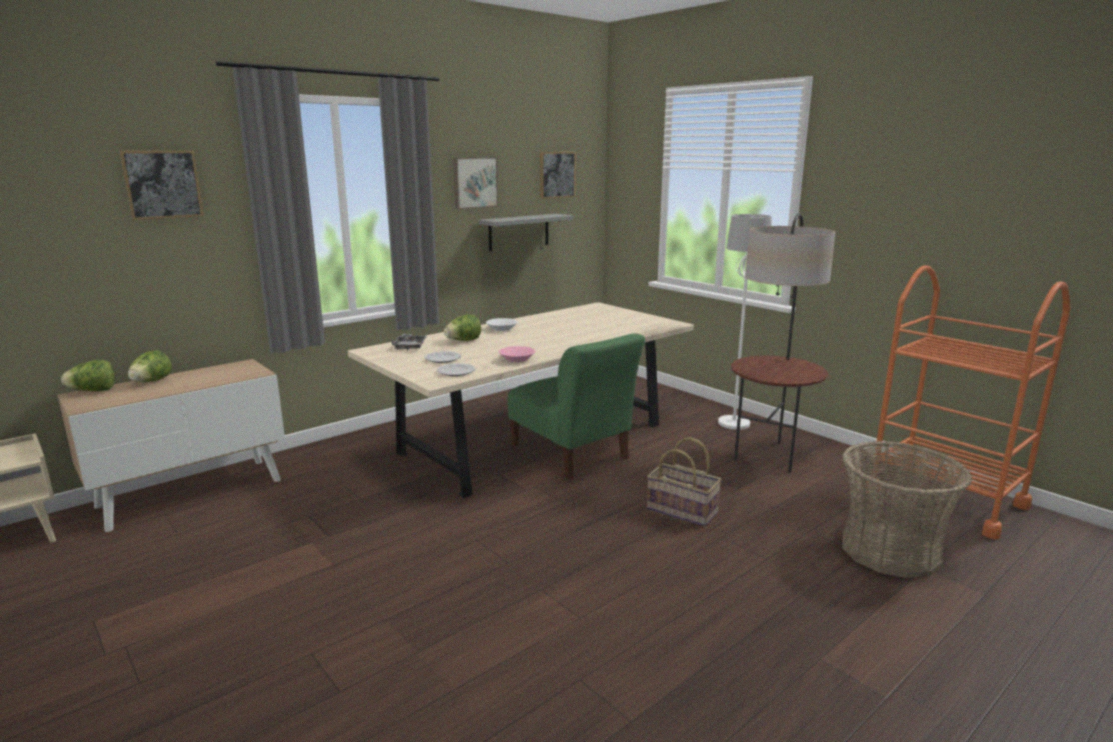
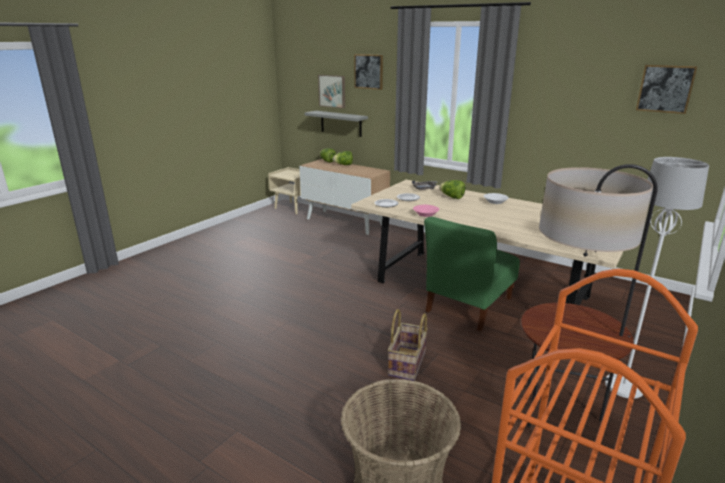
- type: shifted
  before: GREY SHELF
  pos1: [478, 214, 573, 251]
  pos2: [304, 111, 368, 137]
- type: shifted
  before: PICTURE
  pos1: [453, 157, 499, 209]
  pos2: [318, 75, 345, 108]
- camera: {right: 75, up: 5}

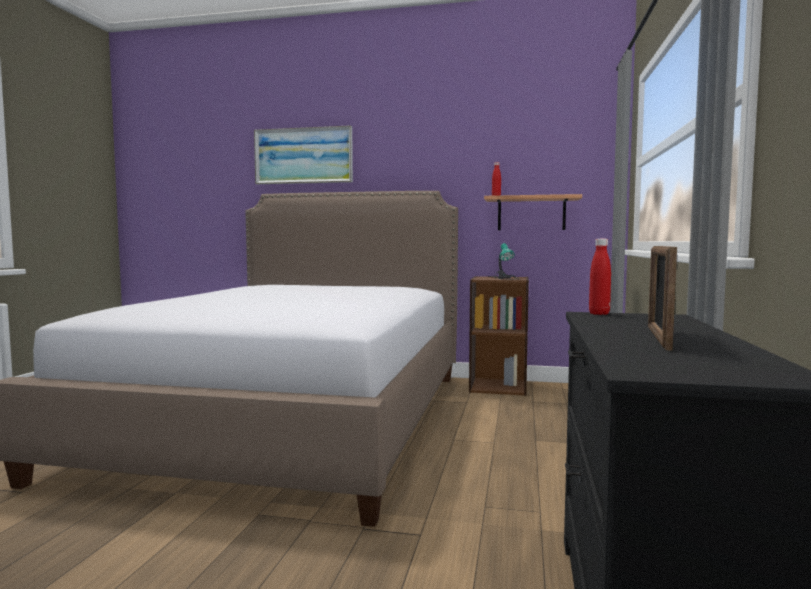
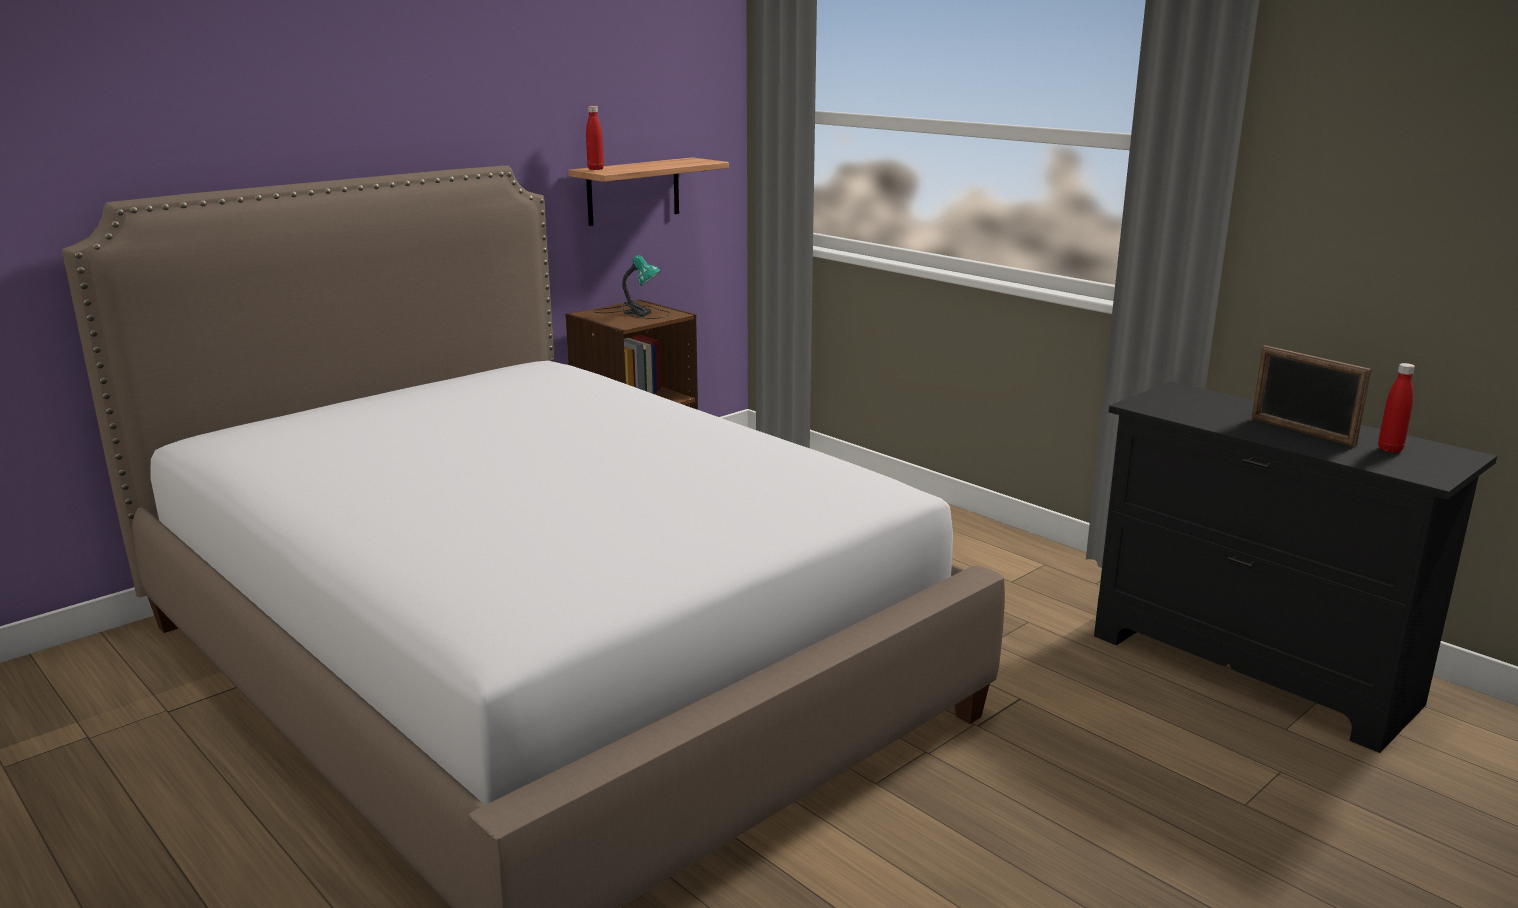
- type: shifted
  before: RED BOTTLE
  pos1: [589, 239, 611, 315]
  pos2: [1378, 363, 1415, 453]
- type: gone
  before: PICTURE
  pos1: [254, 125, 353, 184]
- camera: {right: -55, up: 15}

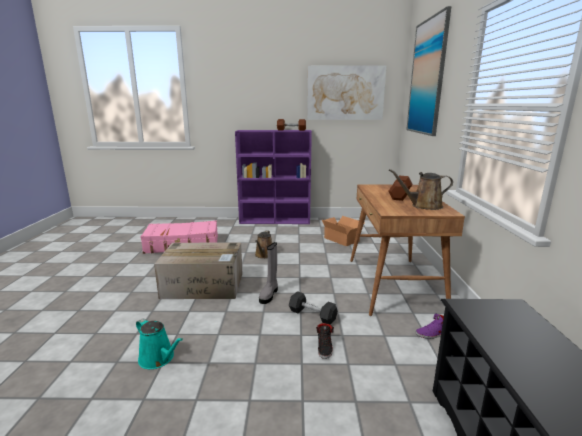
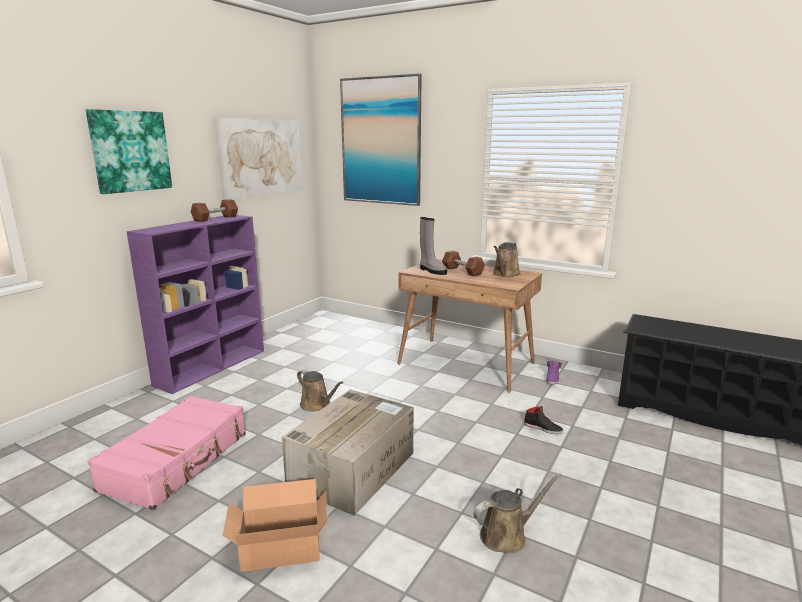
- type: new
  after: PICTURE
  pos2: [86, 109, 172, 194]
- type: shifted
  before: CARDBOARD BOX
  pos1: [322, 216, 365, 246]
  pos2: [223, 479, 328, 572]
- type: shifted
  before: GREY BOOT
  pos1: [259, 242, 278, 304]
  pos2: [420, 217, 447, 275]
- type: repainted
  before: TURQUOISE WATERING CAN
  after: BROWN WATERING CAN
  pos1: [136, 318, 183, 369]
  pos2: [473, 473, 561, 554]
- type: gone
  before: GREY DUMBBELL
  pos1: [289, 291, 338, 324]
- camera: {right: -60, up: 0}

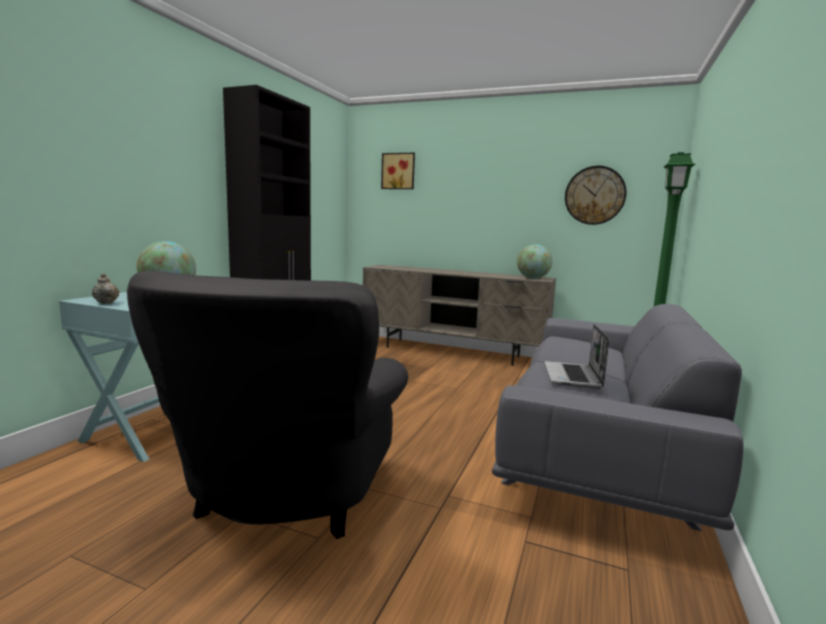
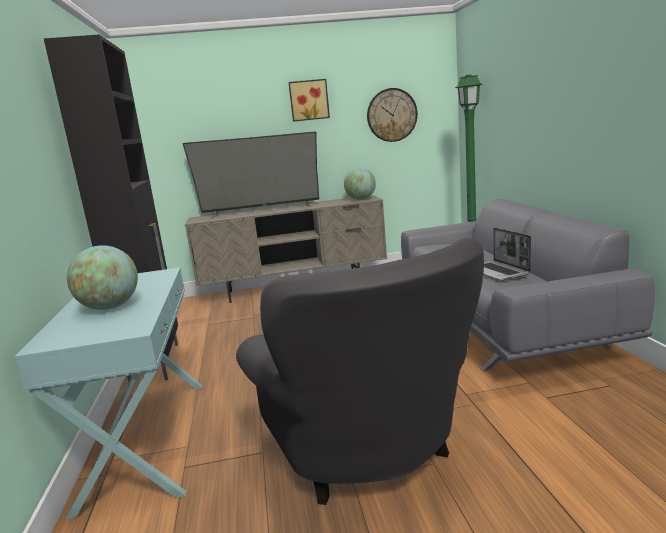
- type: new
  after: TELEVISION
  pos2: [183, 131, 319, 218]
- type: shifted
  before: PICTURE
  pos1: [381, 153, 415, 189]
  pos2: [288, 79, 330, 122]
- type: gone
  before: BEIGE TEAPOT
  pos1: [92, 273, 120, 304]
- camera: {right: -30, up: 5}

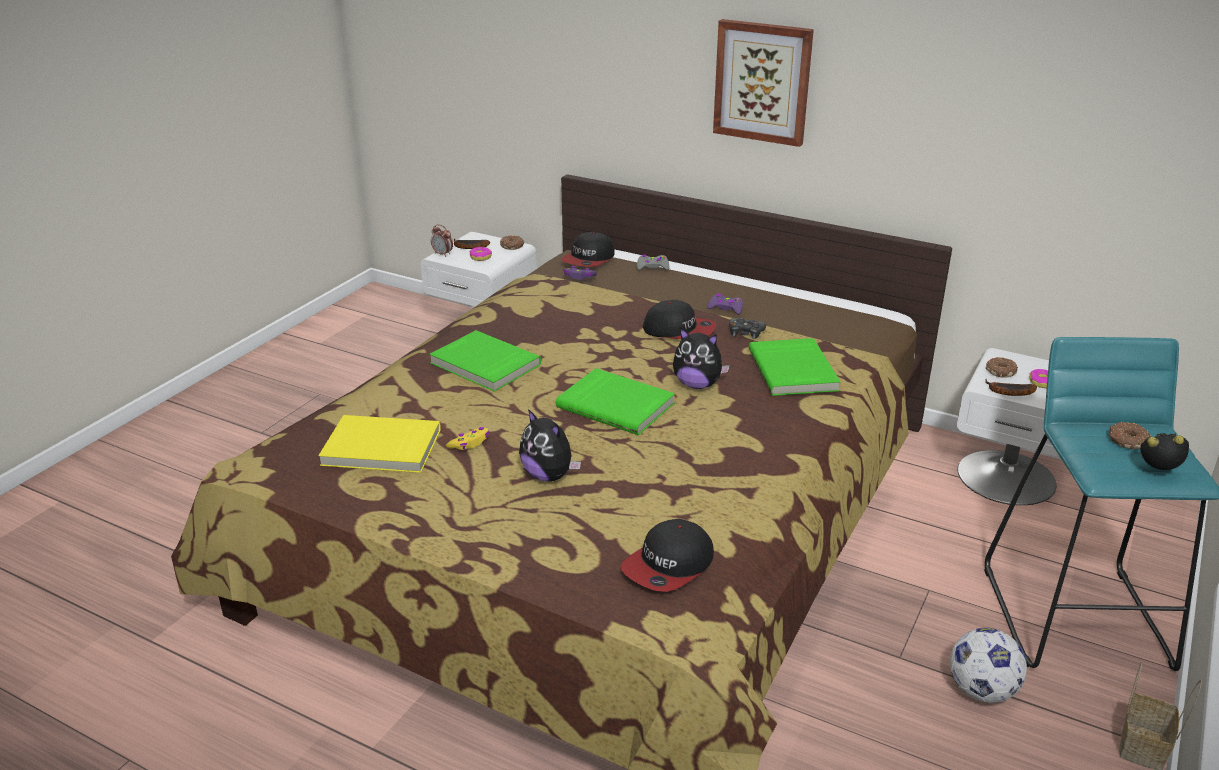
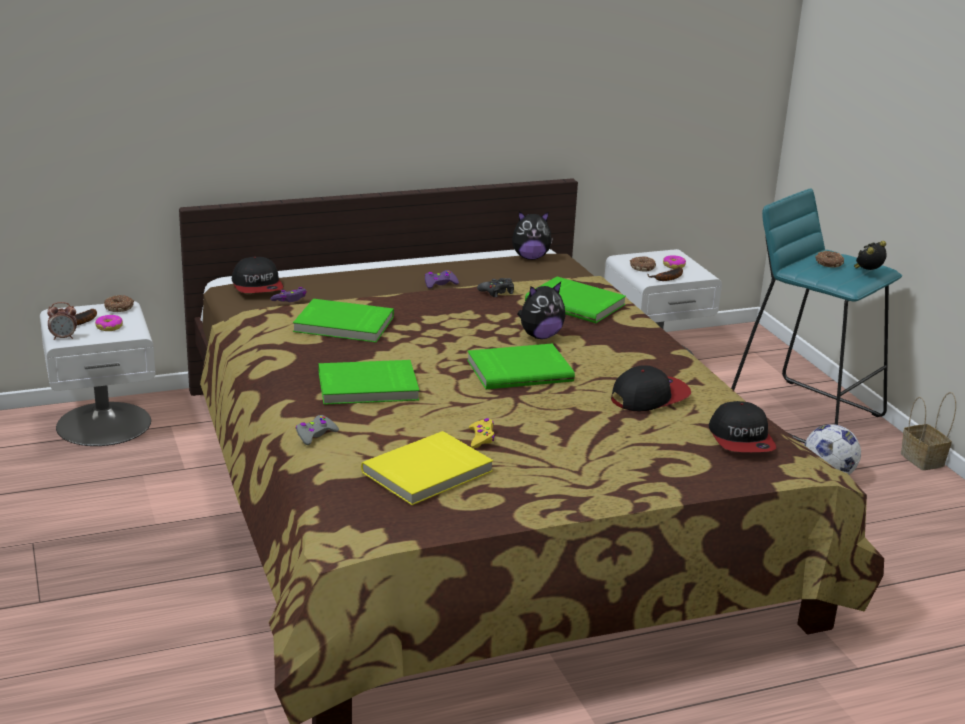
- type: new
  after: GREEN BOOK
  pos2: [293, 299, 394, 342]
- type: shifted
  before: GREY GAME CONTROLLER
  pos1: [637, 255, 669, 270]
  pos2: [296, 415, 339, 445]
- type: shifted
  before: PLUSH TOY
  pos1: [519, 409, 581, 481]
  pos2: [512, 211, 553, 260]
- type: shifted
  before: CAP
  pos1: [643, 300, 716, 339]
  pos2: [611, 366, 691, 411]
- type: gone
  before: PICTURE
  pos1: [713, 19, 814, 147]
- camera: {right: -50, up: -5}

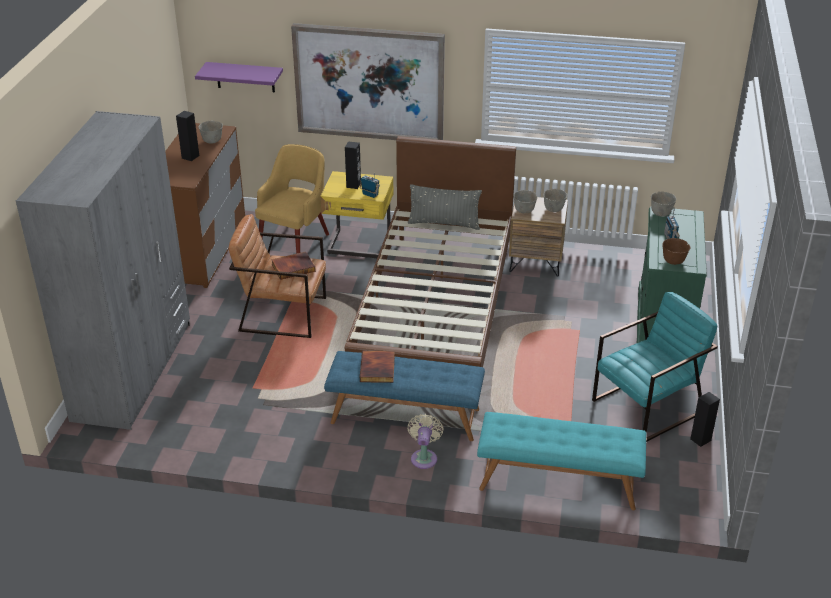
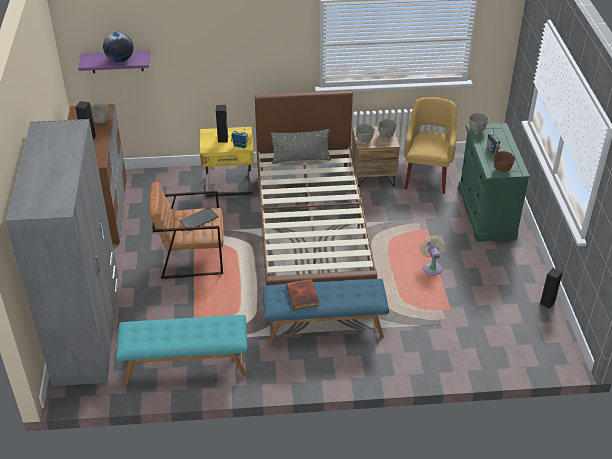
- type: new
  after: GLOBE
  pos2: [103, 32, 133, 62]
- type: shifted
  before: TURQUOISE BENCH
  pos1: [477, 412, 646, 510]
  pos2: [116, 315, 248, 384]
- type: swapped
  before: BOOK
  after: KEYBOARD
  pos1: [271, 252, 315, 280]
  pos2: [180, 207, 219, 231]
- type: shifted
  before: YELLOW ARMCHAIR
  pos1: [255, 144, 329, 254]
  pos2: [404, 97, 457, 194]
- type: shifted
  before: BEIGE FAN
  pos1: [408, 414, 444, 469]
  pos2: [420, 237, 445, 275]
- type: gone
  before: PICTURE
  pos1: [291, 23, 445, 140]
- type: gone
  before: TURQUOISE ARMCHAIR
  pos1: [592, 292, 718, 442]
- camera: {right: -15, up: 5}

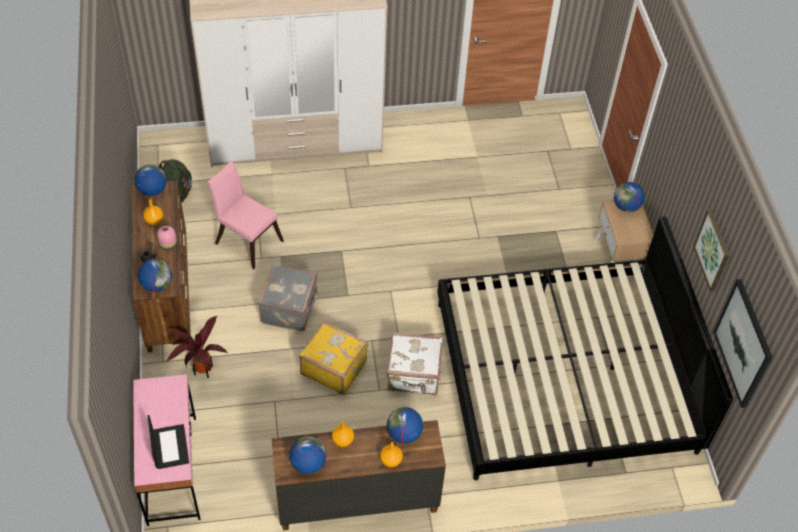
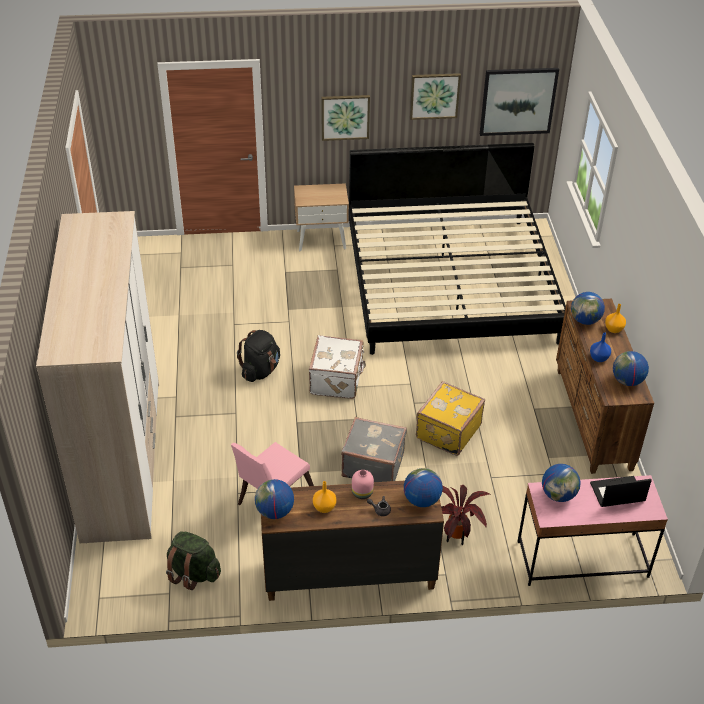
- type: new
  after: BLACK BACKPACK
  pos2: [237, 330, 280, 382]
- type: shifted
  before: WHITE SUITCASE
  pos1: [387, 333, 443, 395]
  pos2: [309, 335, 366, 399]
- type: new
  after: PICTURE
  pos2: [321, 95, 370, 141]
- type: shifted
  before: GLOBE
  pos1: [614, 182, 645, 212]
  pos2: [542, 464, 581, 502]
- type: repainted
  before: ORANGE VASE
  after: BLUE VASE
  pos1: [332, 421, 354, 447]
  pos2: [590, 332, 611, 362]
- camera: {right: -85, up: -10}

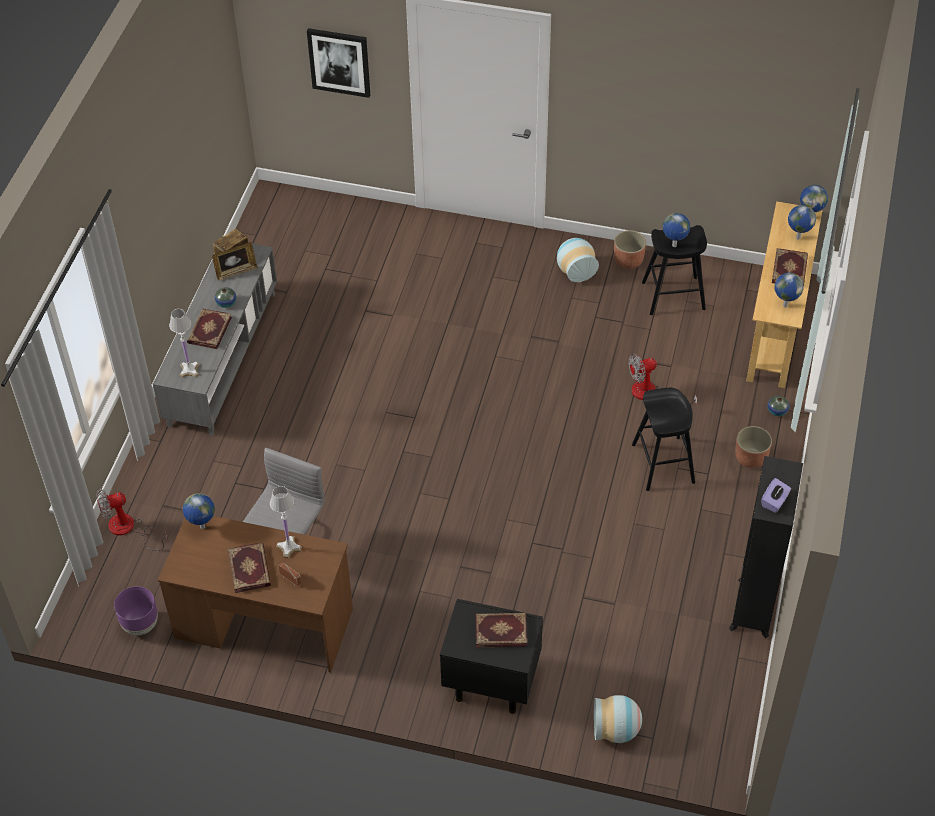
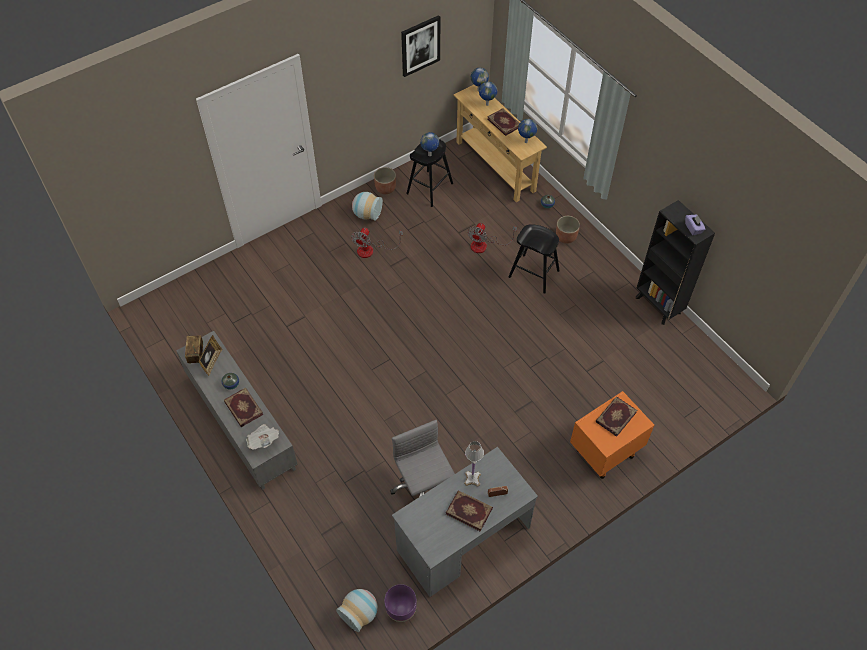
- type: swapped
  before: WHITE TABLE LAMP
  after: NEWSPAPER
  pos1: [169, 309, 200, 378]
  pos2: [246, 424, 279, 449]
- type: shifted
  before: VASE
  pos1: [594, 695, 642, 743]
  pos2: [336, 589, 378, 632]
- type: shifted
  before: FAN
  pos1: [96, 489, 168, 551]
  pos2: [351, 228, 403, 258]
- type: repainted
  before: BROWN DESK
  after: GREY DESK
  pos1: [158, 516, 353, 673]
  pos2: [392, 447, 538, 597]
- type: shifted
  before: PICTURE
  pos1: [307, 28, 370, 98]
  pos2: [401, 15, 440, 77]
- type: repainted
  before: BLACK NIGHTSTAND
  after: ORANGE NIGHTSTAND
  pos1: [440, 599, 543, 714]
  pos2: [570, 391, 654, 479]
- type: gone
  before: GLOBE
  pos1: [183, 493, 215, 529]
- camera: {right: -50, up: 5}

